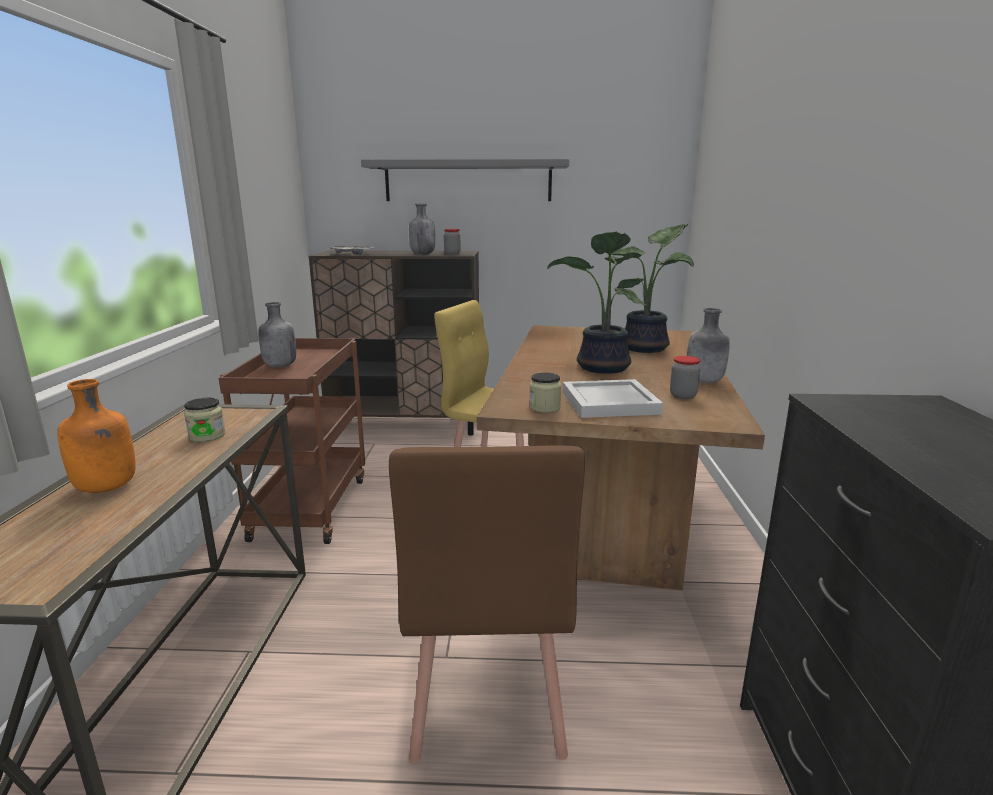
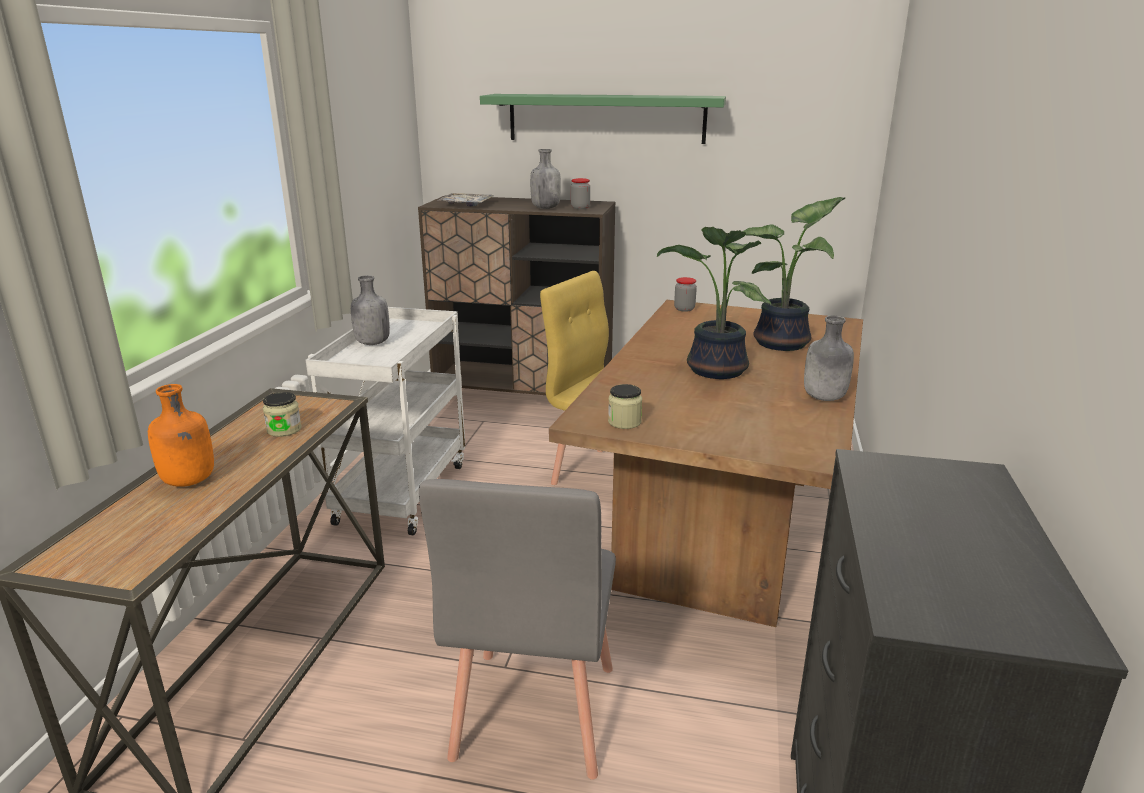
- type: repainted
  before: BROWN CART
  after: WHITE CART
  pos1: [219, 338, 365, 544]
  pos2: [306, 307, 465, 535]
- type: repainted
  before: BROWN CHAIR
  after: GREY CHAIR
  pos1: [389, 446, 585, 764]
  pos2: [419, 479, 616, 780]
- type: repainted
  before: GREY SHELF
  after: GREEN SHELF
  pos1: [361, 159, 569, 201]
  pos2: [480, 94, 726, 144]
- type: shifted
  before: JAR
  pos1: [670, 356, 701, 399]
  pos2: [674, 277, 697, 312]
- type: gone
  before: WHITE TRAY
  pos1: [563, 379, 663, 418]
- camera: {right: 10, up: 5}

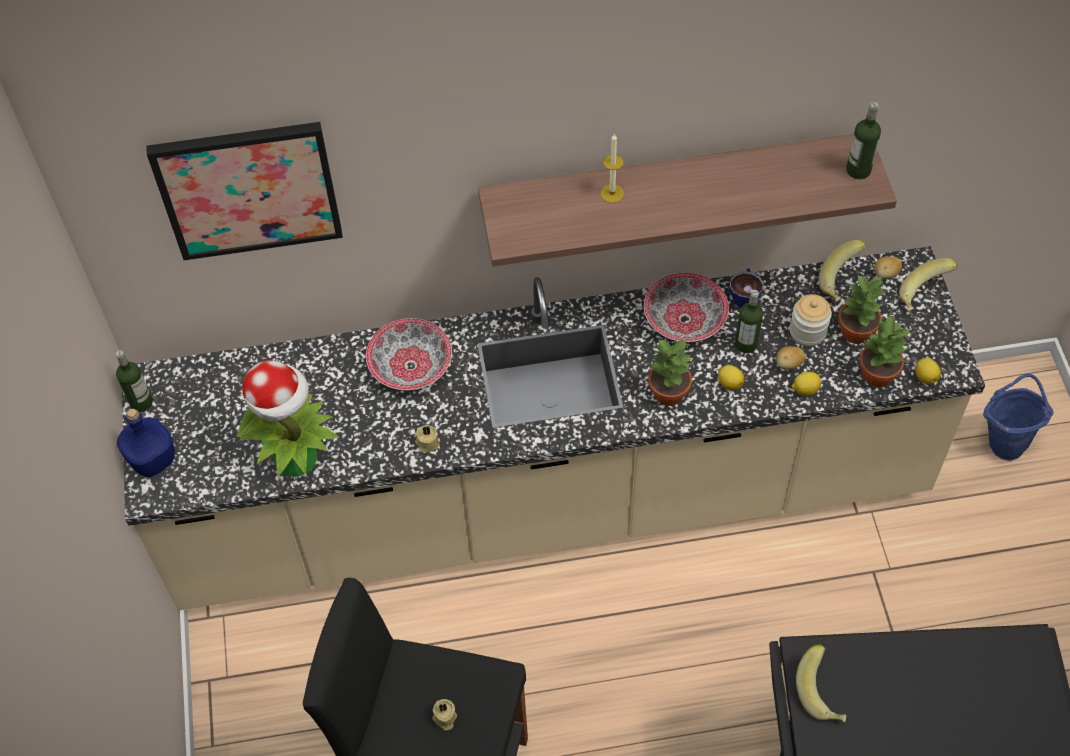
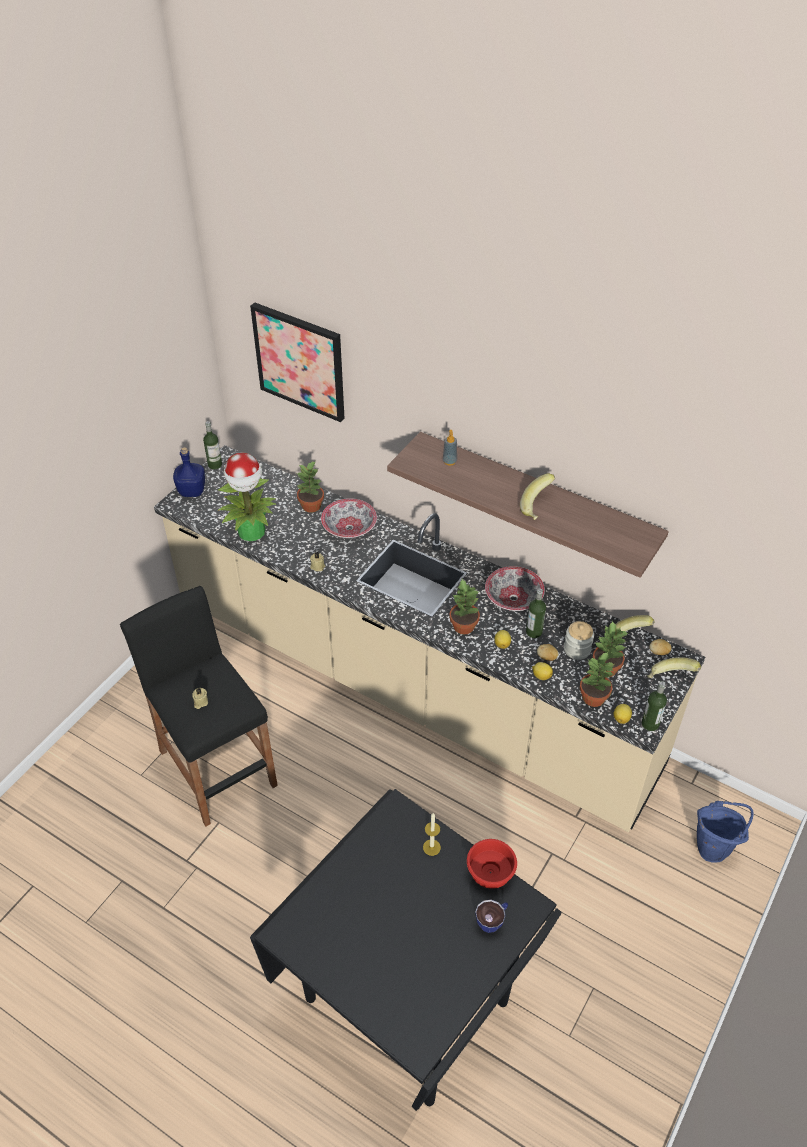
- type: new
  after: POTTED PLANT
  pos2: [296, 461, 324, 513]
- type: shifted
  before: CANDLE
  pos1: [601, 133, 624, 203]
  pos2: [423, 813, 441, 856]
- type: new
  after: SOAP DISPENSER
  pos2: [443, 430, 457, 466]
- type: new
  after: RED BOWL
  pos2: [467, 839, 517, 889]
- type: shifted
  before: CUP
  pos1: [730, 268, 764, 308]
  pos2: [475, 900, 508, 933]
- type: shifted
  before: BANANA
  pos1: [796, 644, 846, 722]
  pos2: [520, 474, 555, 520]
- type: shifted
  before: BOTTLE
  pos1: [846, 102, 881, 179]
  pos2: [641, 681, 667, 731]
- camera: {right: 40, up: -10}

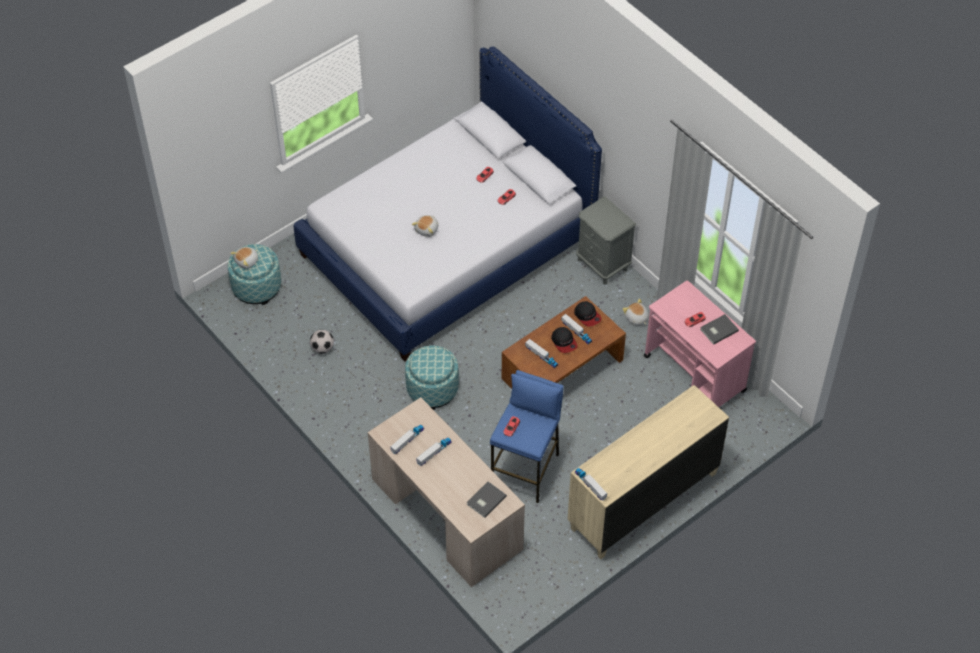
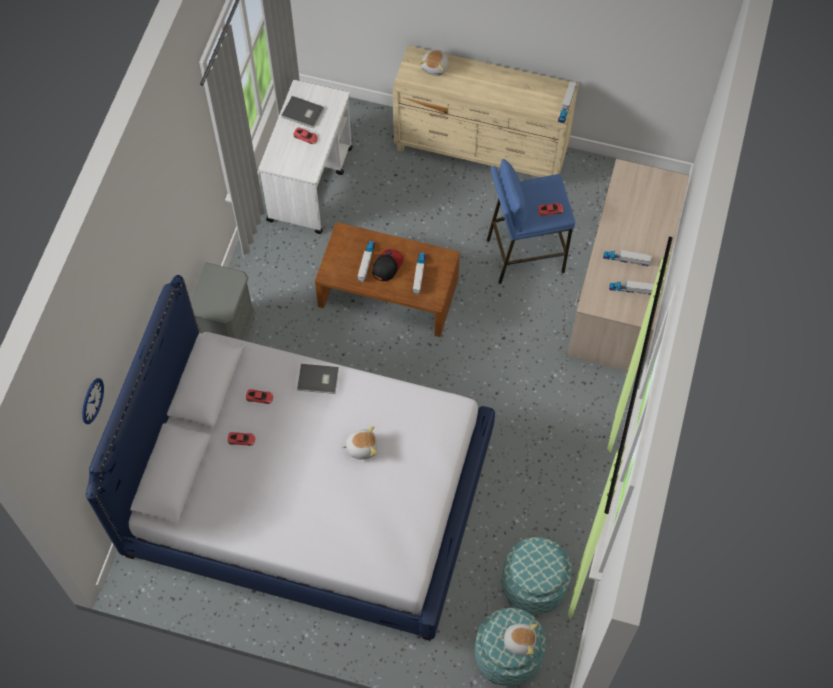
- type: new
  after: WALL CLOCK
  pos2: [82, 378, 104, 424]
- type: repainted
  before: PINK CART
  after: WHITE CART
  pos1: [644, 280, 756, 407]
  pos2: [258, 80, 353, 234]
- type: shifted
  before: GREY BOOK
  pos1: [467, 482, 507, 518]
  pos2: [297, 364, 339, 394]
- type: shifted
  before: PLUSH TOY
  pos1: [623, 299, 649, 325]
  pos2: [419, 50, 449, 76]
- type: shifted
  before: OTTOMAN
  pos1: [405, 345, 459, 410]
  pos2: [502, 537, 572, 614]
- type: gone
  before: FOOTBALL
  pos1: [310, 330, 334, 354]
- type: gone
  before: CAP
  pos1: [574, 301, 602, 327]
- camera: {right: -125, up: 10}

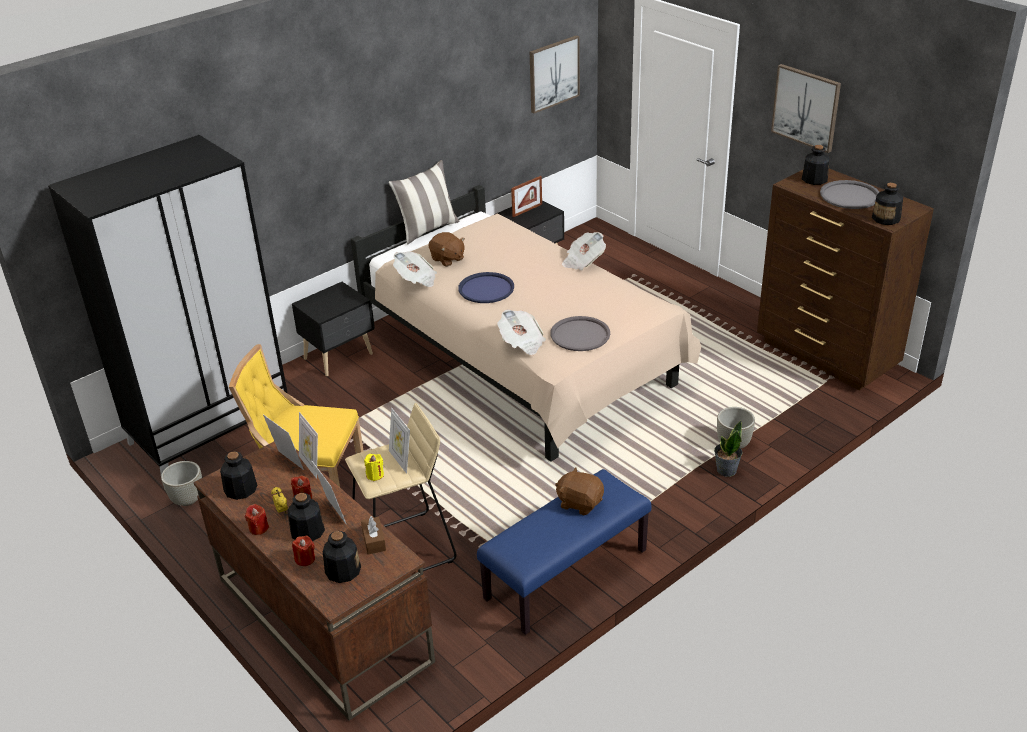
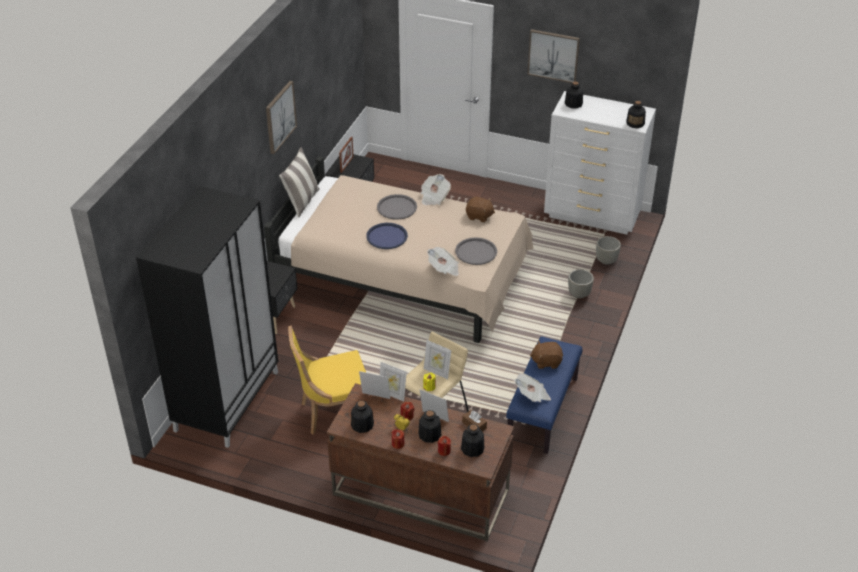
- type: shifted
  before: PICTURE
  pos1: [530, 35, 580, 114]
  pos2: [266, 81, 297, 154]
- type: shifted
  before: GREY TRAY
  pos1: [820, 180, 879, 209]
  pos2: [377, 194, 417, 219]
- type: shifted
  before: BROWN PLUSH TOY
  pos1: [429, 232, 465, 267]
  pos2: [466, 197, 495, 223]
- type: shifted
  before: NEWSPAPER
  pos1: [393, 251, 437, 287]
  pos2: [514, 374, 551, 402]
- type: repainted
  before: BROWN DRESSER
  after: WHITE DRESSER
  pos1: [757, 169, 934, 391]
  pos2: [544, 91, 656, 235]
- type: shifted
  before: GREY PLANTER
  pos1: [161, 461, 202, 506]
  pos2: [596, 236, 621, 265]
- type: gone
  before: POTTED PLANT
  pos1: [714, 420, 742, 477]
- camera: {right: -30, up: 5}

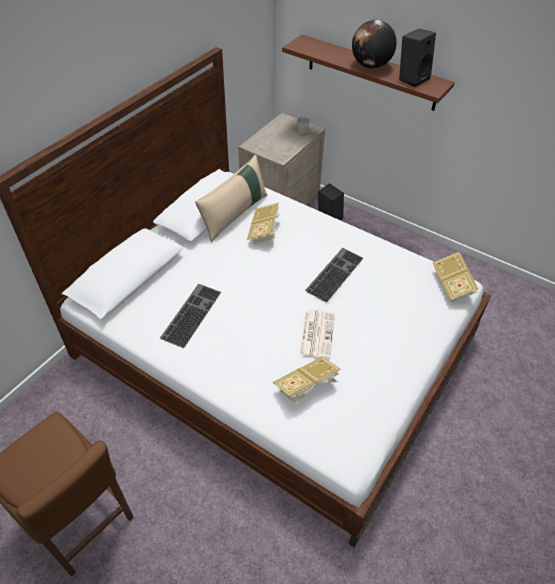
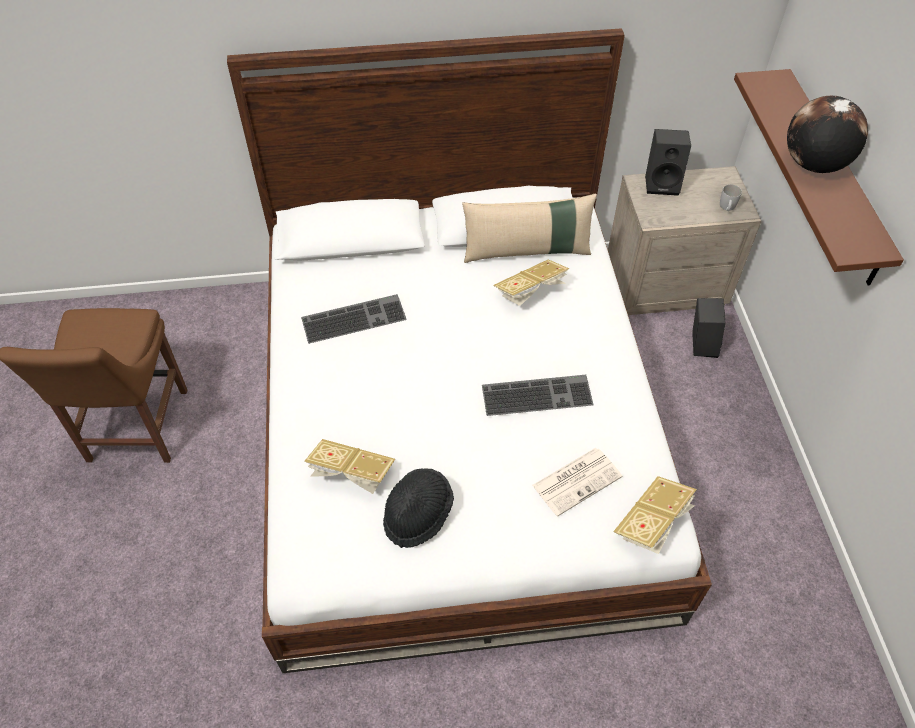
- type: new
  after: BLACK HAT
  pos2: [383, 469, 454, 548]
- type: shifted
  before: NEWSPAPER
  pos1: [299, 310, 335, 359]
  pos2: [532, 448, 622, 516]
- type: shifted
  before: BLACK SPEAKER
  pos1: [399, 29, 436, 87]
  pos2: [645, 129, 691, 196]
- camera: {right: 50, up: 5}

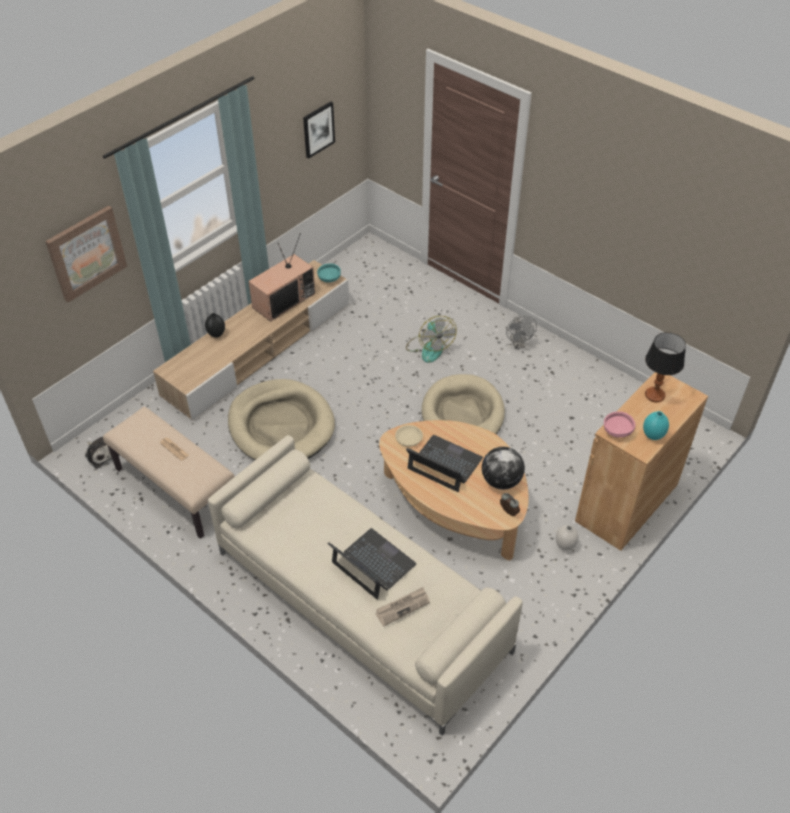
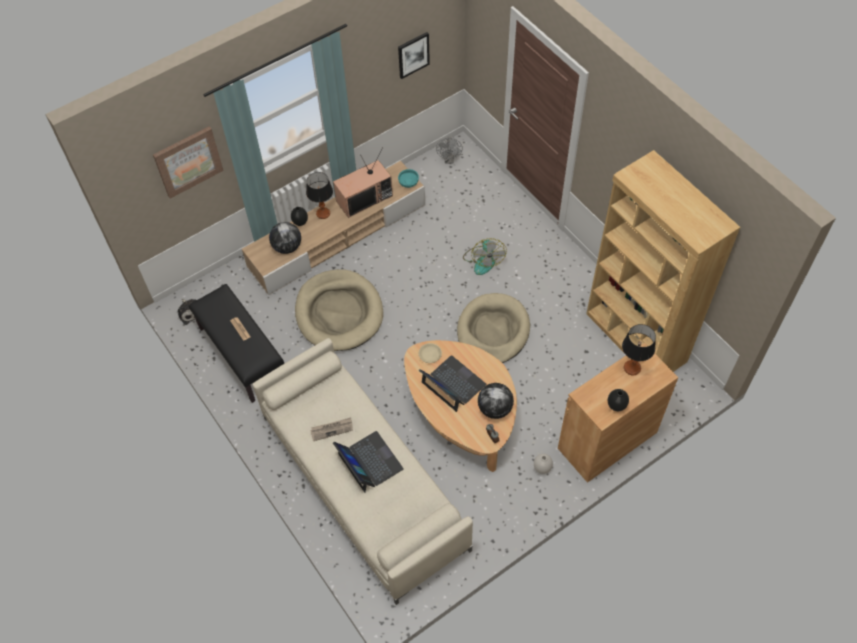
- type: repainted
  before: BEIGE BENCH
  after: BLACK BENCH
  pos1: [103, 407, 235, 539]
  pos2: [189, 284, 284, 403]
- type: new
  after: GLOBE
  pos2: [269, 222, 301, 254]
- type: new
  after: TABLE LAMP
  pos2: [306, 172, 333, 219]
- type: shifted
  before: NEWSPAPER
  pos1: [376, 587, 430, 627]
  pos2: [310, 418, 353, 441]
- type: shifted
  before: GREY FAN
  pos1: [506, 316, 537, 349]
  pos2: [436, 137, 463, 163]
- type: new
  after: BROWN BOOKCASE
  pos2: [586, 150, 740, 372]
- type: repainted
  before: TURQUOISE VASE
  after: BLACK VASE
  pos1: [643, 411, 669, 440]
  pos2: [608, 389, 629, 411]
- type: gone
  before: PINK BOWL
  pos1: [604, 411, 635, 438]
- camera: {right: 15, up: 10}

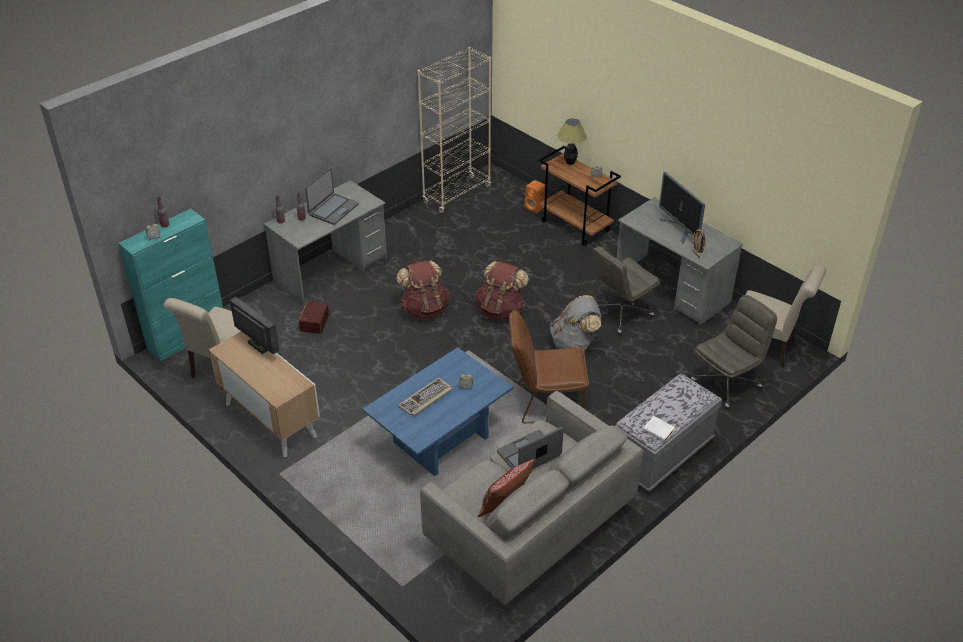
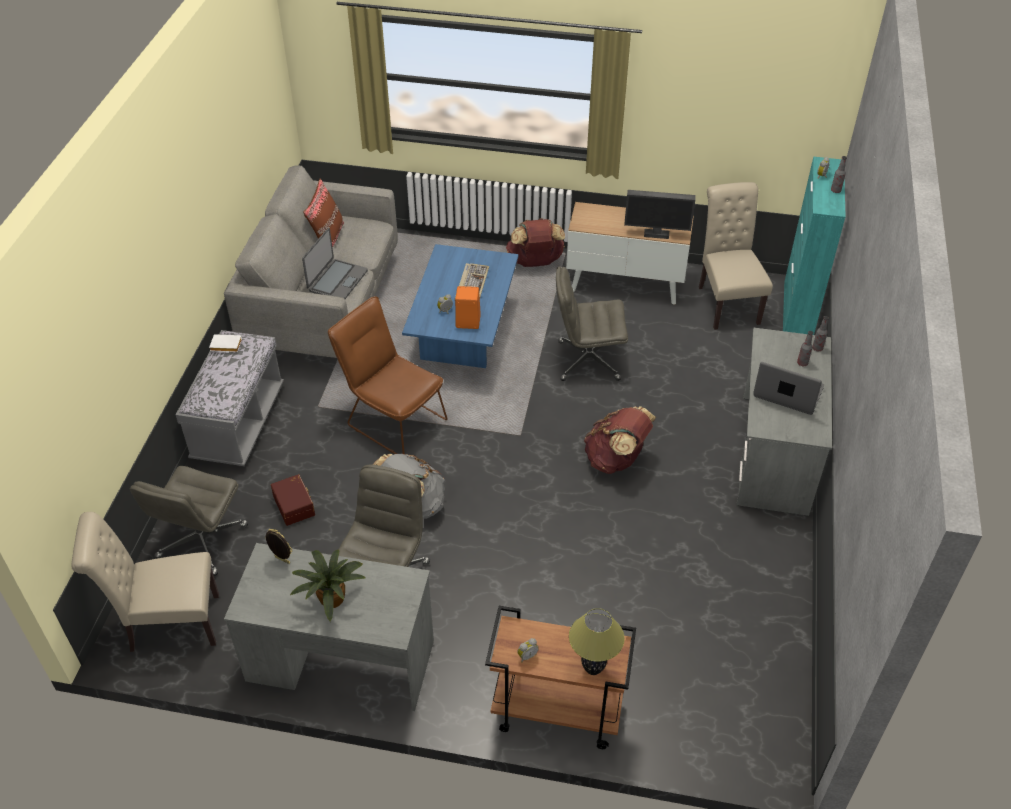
- type: shifted
  before: BROWN STORAGE BOX
  pos1: [299, 301, 329, 334]
  pos2: [271, 474, 315, 526]
- type: swapped
  before: MONITOR
  after: POTTED PLANT
  pos1: [659, 172, 705, 244]
  pos2: [290, 550, 366, 622]
- type: rotated
  before: BROWN CHAIR
  pos1: [509, 309, 589, 423]
  pos2: [328, 296, 447, 454]
  turn: -105
- type: shifted
  before: ORANGE SPEAKER
  pos1: [524, 180, 545, 213]
  pos2: [455, 286, 481, 329]
- type: shifted
  before: BROWN BACKPACK
  pos1: [475, 261, 529, 321]
  pos2: [506, 218, 565, 267]
- type: new
  after: GREY OFFICE CHAIR
  pos2: [556, 267, 628, 381]
- type: rotated
  before: LAPTOP
  pos1: [305, 167, 359, 225]
  pos2: [753, 362, 824, 415]
  turn: 120
- type: gone
  before: BEIGE BOOKCASE
  pos1: [418, 47, 491, 213]
- camera: {right: 145, up: 5}

